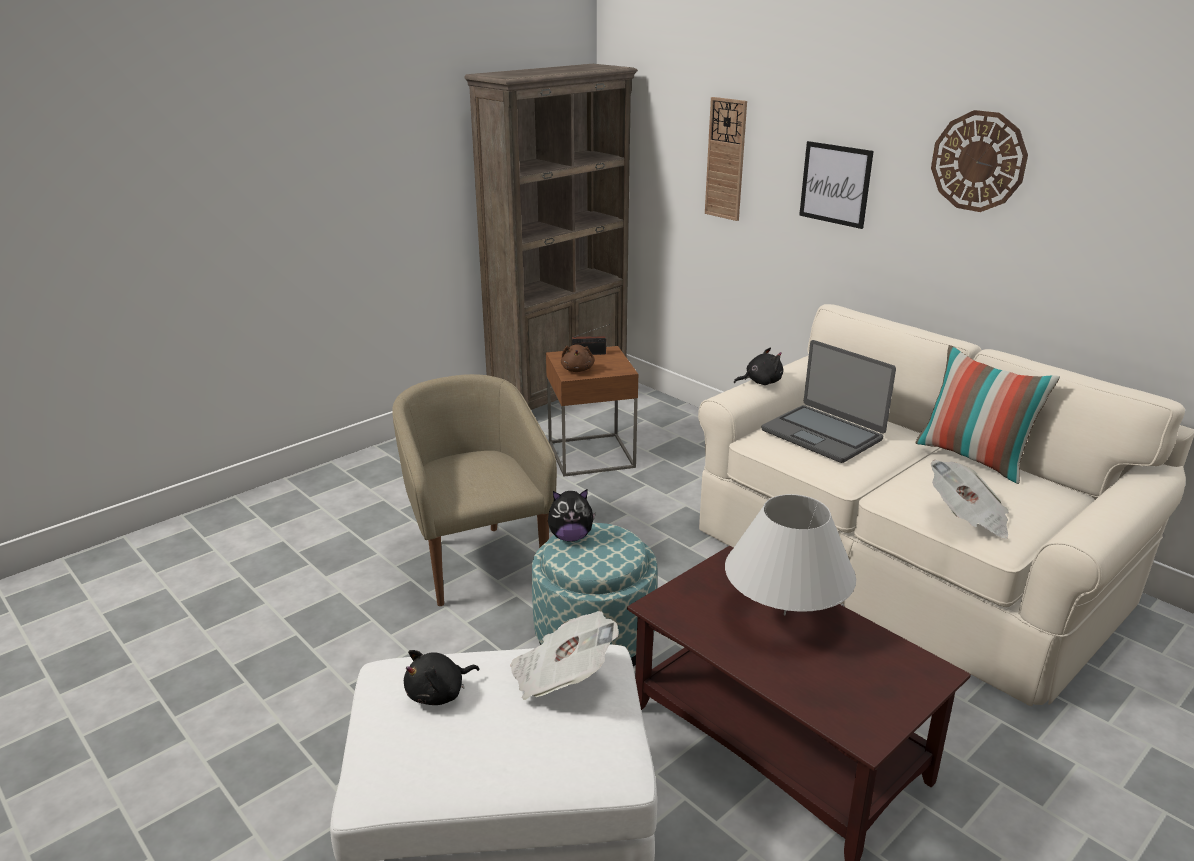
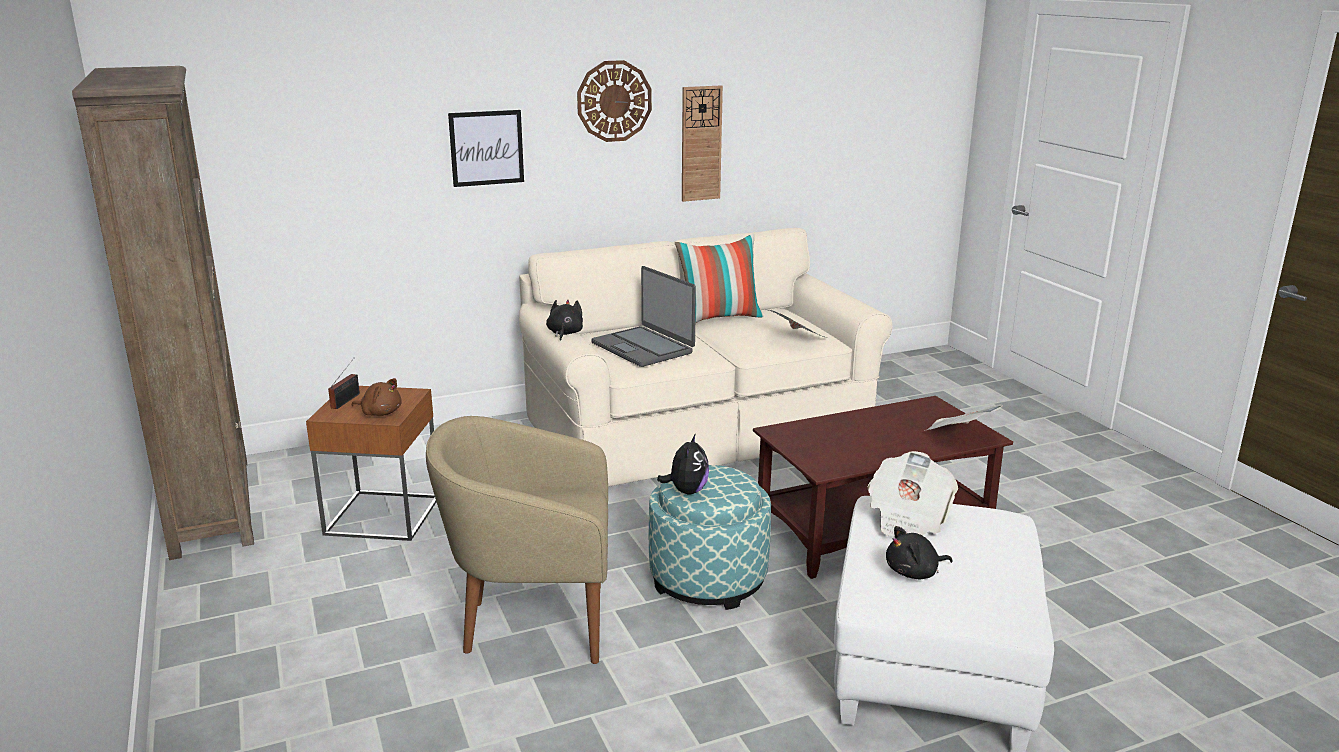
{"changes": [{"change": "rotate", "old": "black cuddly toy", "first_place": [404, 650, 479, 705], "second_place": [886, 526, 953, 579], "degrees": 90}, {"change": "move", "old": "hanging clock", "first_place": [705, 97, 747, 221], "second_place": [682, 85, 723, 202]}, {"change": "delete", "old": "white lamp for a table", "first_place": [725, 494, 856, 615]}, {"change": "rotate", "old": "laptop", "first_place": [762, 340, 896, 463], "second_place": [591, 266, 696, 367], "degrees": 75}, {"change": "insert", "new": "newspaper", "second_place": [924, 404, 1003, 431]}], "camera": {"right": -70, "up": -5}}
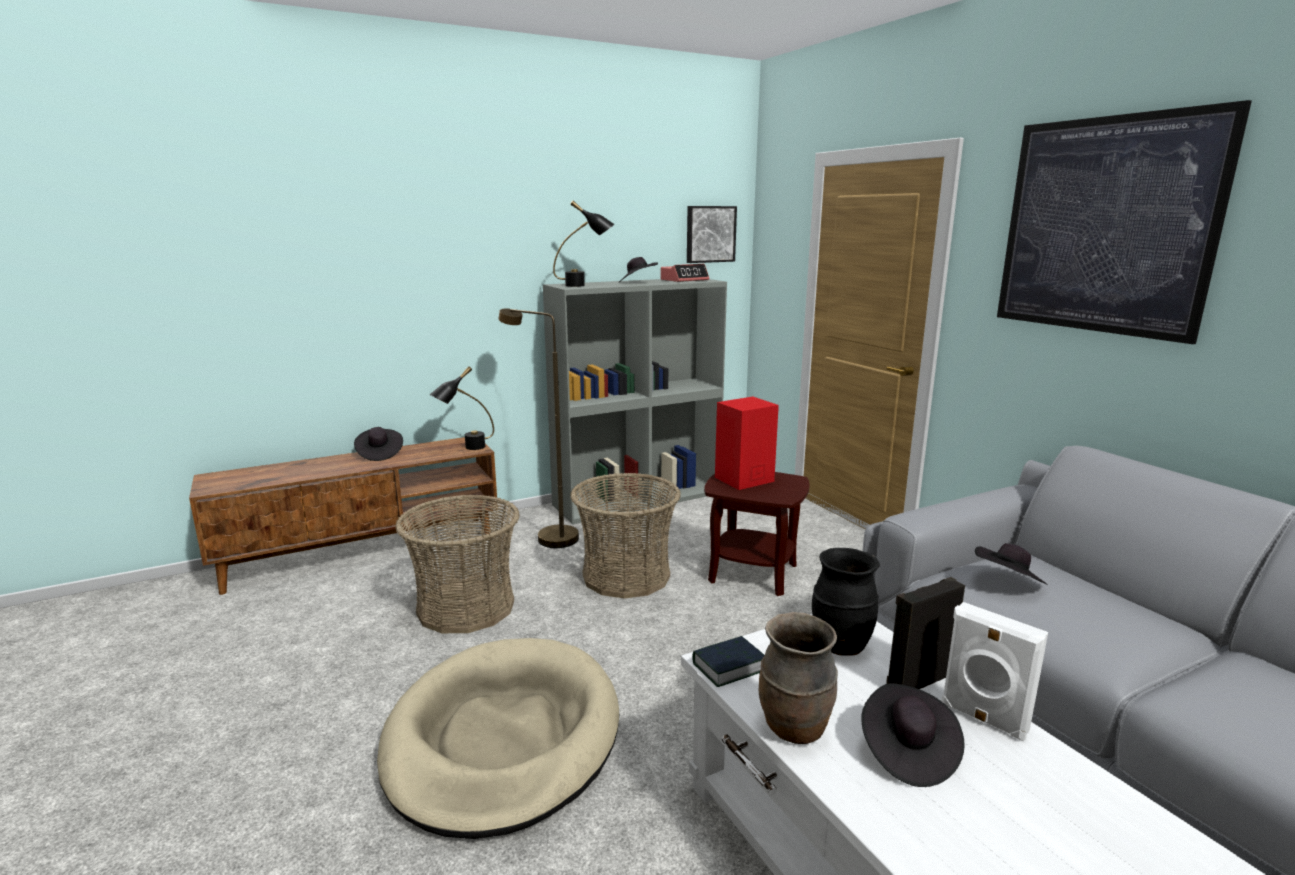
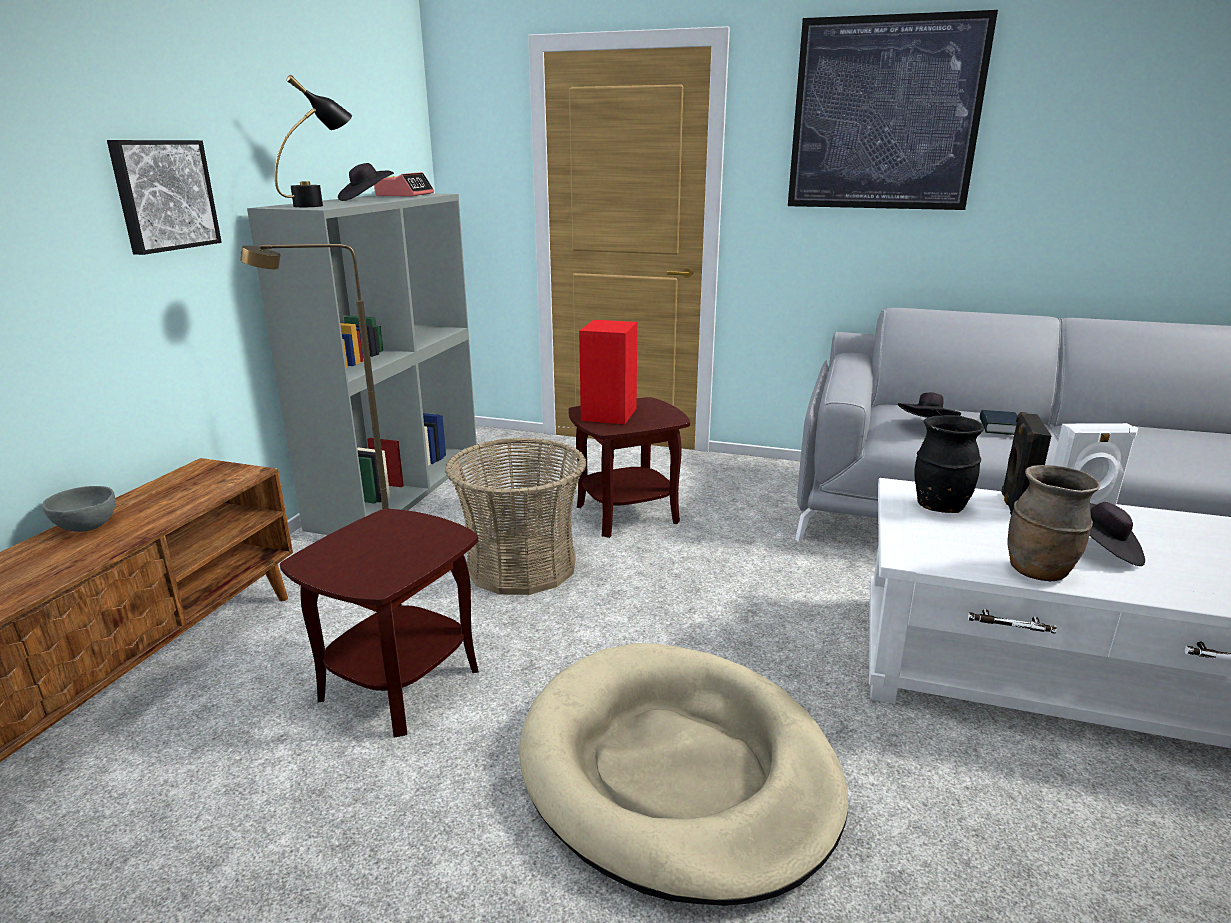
{"changes": [{"change": "replace", "old": "black hat", "new": "greyish serving bowl", "first_place": [354, 427, 403, 461], "second_place": [42, 486, 115, 532]}, {"change": "replace", "old": "storage basket", "new": "brown side table", "first_place": [395, 494, 519, 633], "second_place": [280, 509, 479, 737]}, {"change": "delete", "old": "black lamp for a table", "first_place": [430, 366, 494, 450]}, {"change": "move", "old": "picture", "first_place": [687, 206, 737, 263], "second_place": [107, 140, 222, 255]}, {"change": "move", "old": "book", "first_place": [692, 636, 765, 687], "second_place": [980, 410, 1017, 435]}], "camera": {"right": -45, "up": 5}}
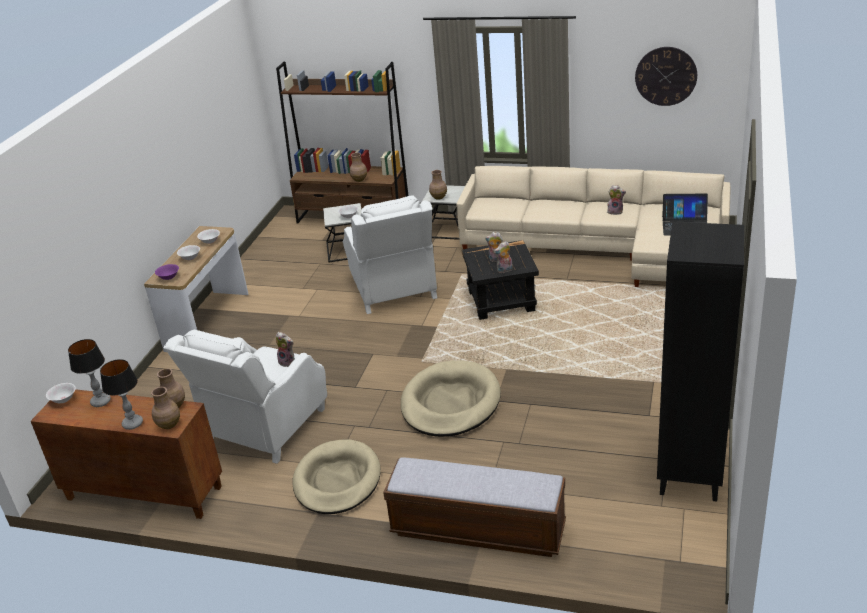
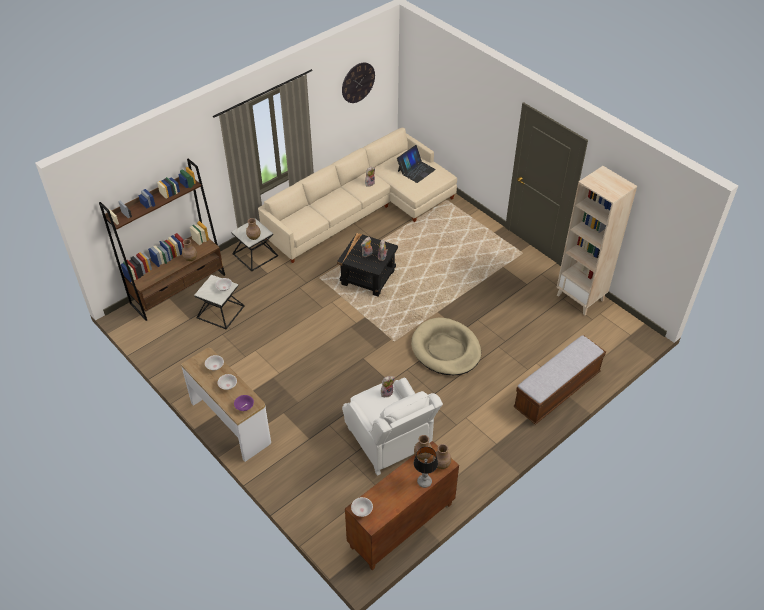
{"changes": [{"change": "delete", "old": "lamp for a table", "first_place": [68, 339, 111, 407]}, {"change": "delete", "old": "beige-coloured dog cushion", "first_place": [292, 440, 381, 514]}, {"change": "delete", "old": "white lounge chair", "first_place": [343, 195, 437, 314]}, {"change": "recolor", "old": "black bookcase", "new": "beige-coloured bookcase", "first_place": [657, 222, 744, 502], "second_place": [556, 166, 637, 315]}], "camera": {"right": -60, "up": 15}}
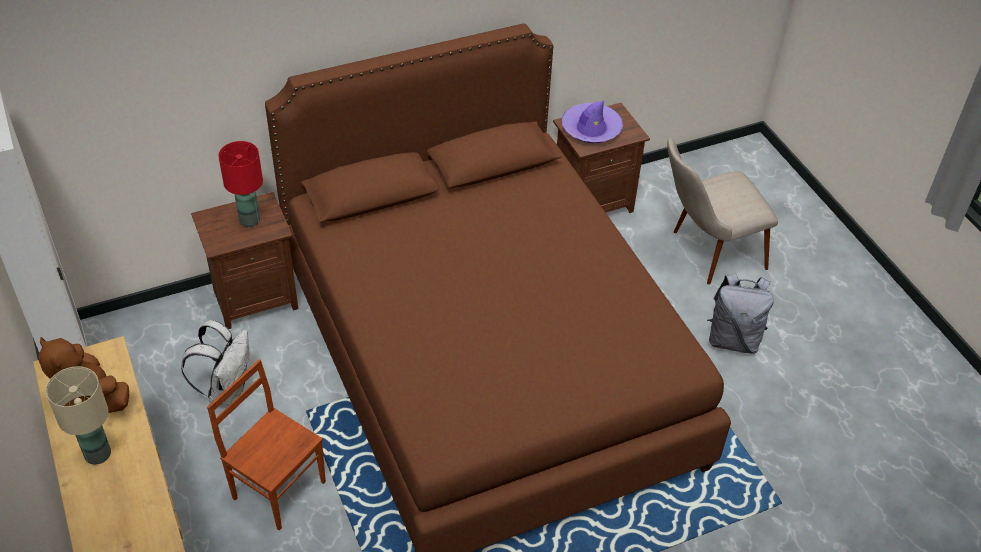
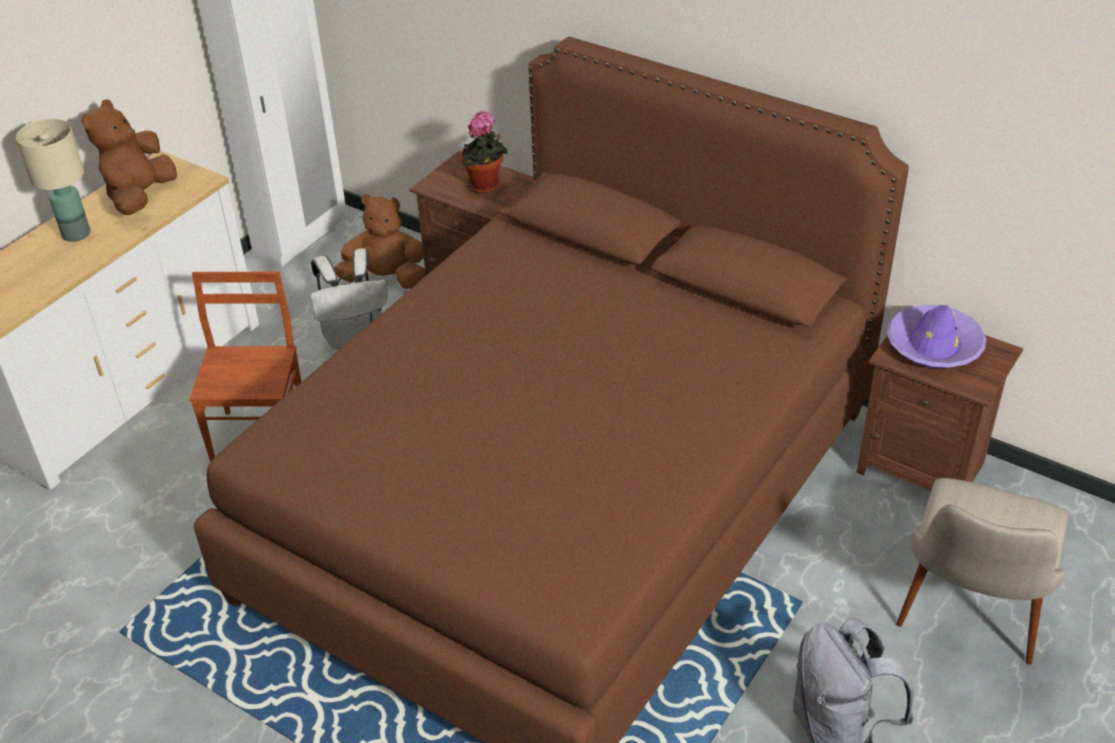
{"changes": [{"change": "replace", "old": "reddish lamp for a table", "new": "plant in a pot", "first_place": [218, 141, 263, 227], "second_place": [461, 110, 507, 193]}, {"change": "rotate", "old": "beige-coloured chair", "first_place": [667, 138, 778, 285], "second_place": [896, 478, 1068, 665], "degrees": -105}, {"change": "insert", "new": "brown cuddly toy", "second_place": [334, 194, 426, 289]}], "camera": {"right": 60, "up": -5}}
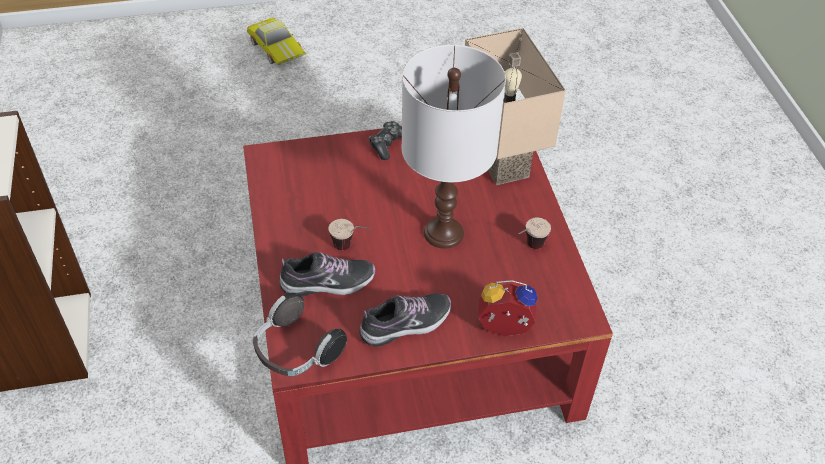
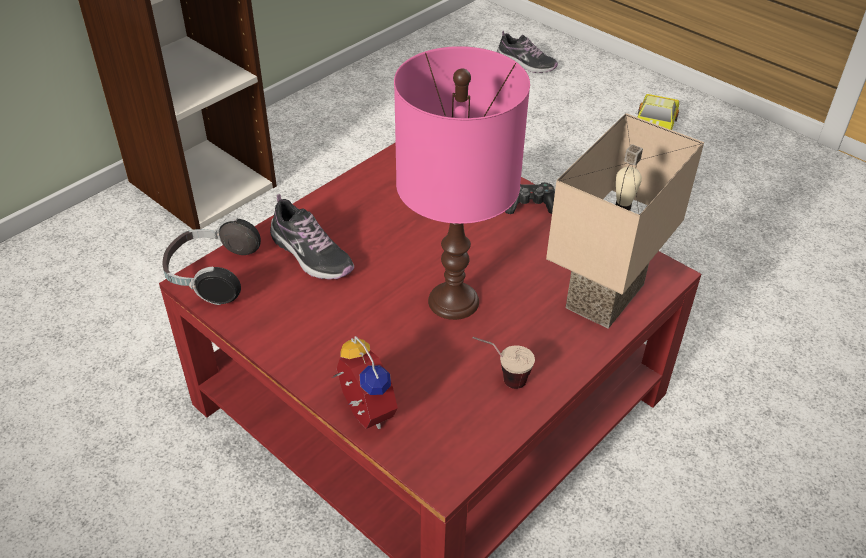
{"changes": [{"change": "delete", "old": "small cup", "first_place": [328, 219, 371, 250]}, {"change": "move", "old": "shoe", "first_place": [359, 293, 451, 346], "second_place": [497, 31, 558, 73]}, {"change": "recolor", "old": "white lamp for a table", "new": "pink lamp for a table", "first_place": [402, 45, 506, 248], "second_place": [394, 46, 530, 320]}], "camera": {"right": 55, "up": -5}}
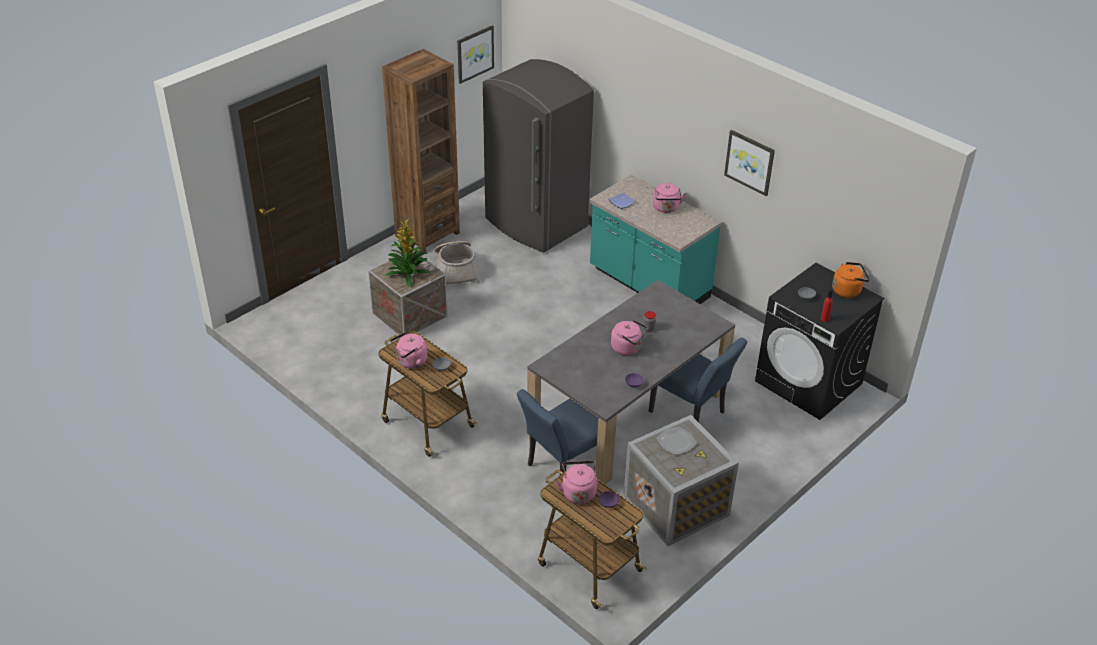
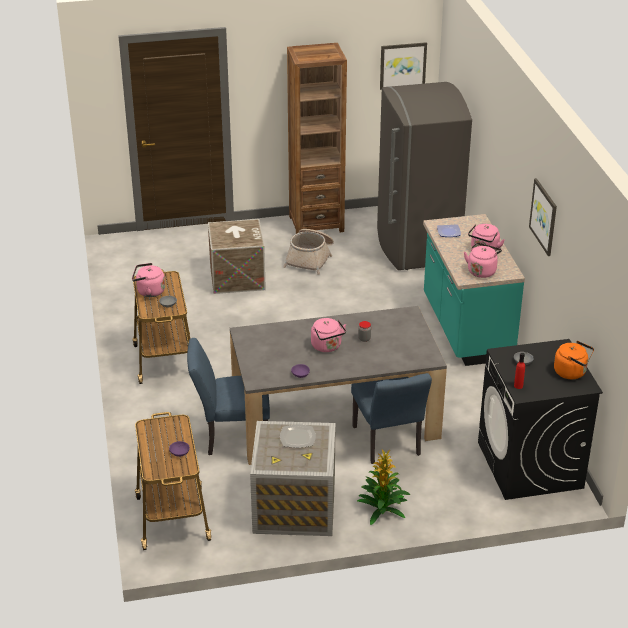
{"changes": [{"change": "move", "old": "plant in a pot", "first_place": [385, 220, 430, 287], "second_place": [357, 450, 410, 525]}, {"change": "move", "old": "pink kettle", "first_place": [555, 461, 597, 504], "second_place": [464, 243, 502, 278]}], "camera": {"right": 35, "up": -5}}
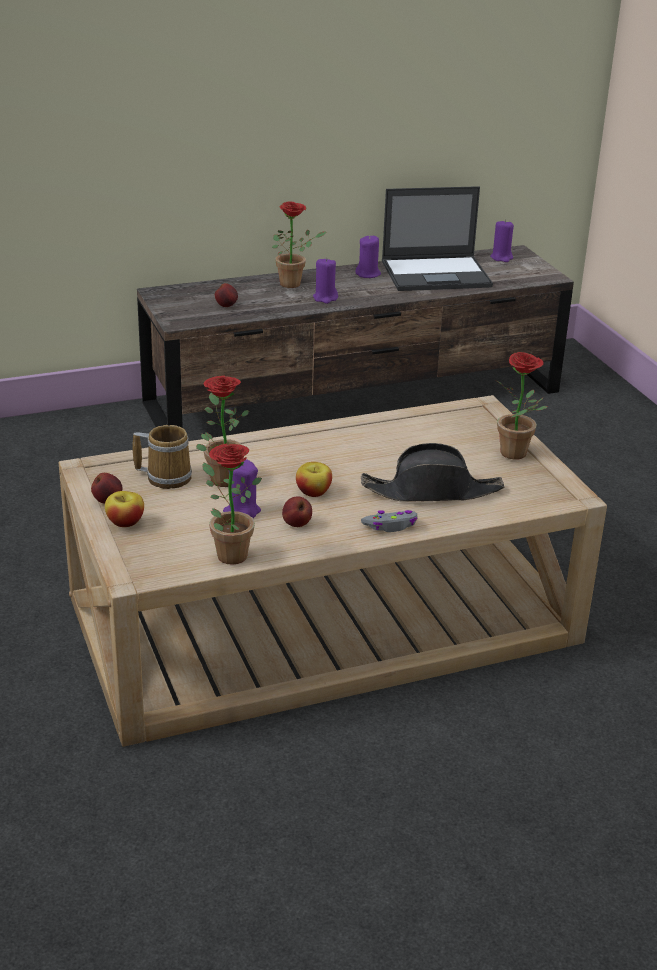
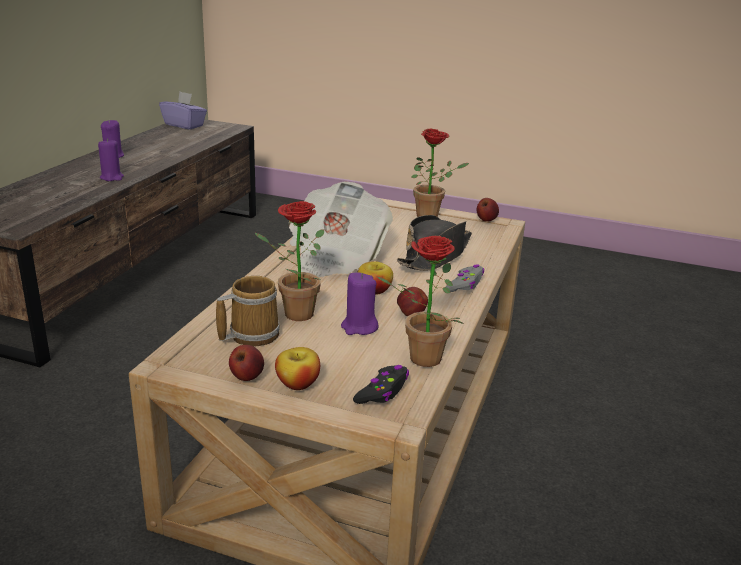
{"changes": [{"change": "move", "old": "apple fruit", "first_place": [215, 283, 238, 307], "second_place": [477, 198, 499, 222]}, {"change": "delete", "old": "plant in a pot", "first_place": [272, 202, 326, 288]}, {"change": "delete", "old": "laptop", "first_place": [382, 186, 493, 291]}, {"change": "replace", "old": "purplish candle", "new": "purplish tissue holder", "first_place": [490, 220, 514, 262], "second_place": [159, 91, 207, 129]}, {"change": "insert", "new": "newspaper", "second_place": [288, 182, 393, 277]}, {"change": "insert", "new": "black joypad", "second_place": [353, 365, 409, 404]}], "camera": {"right": -50, "up": -5}}
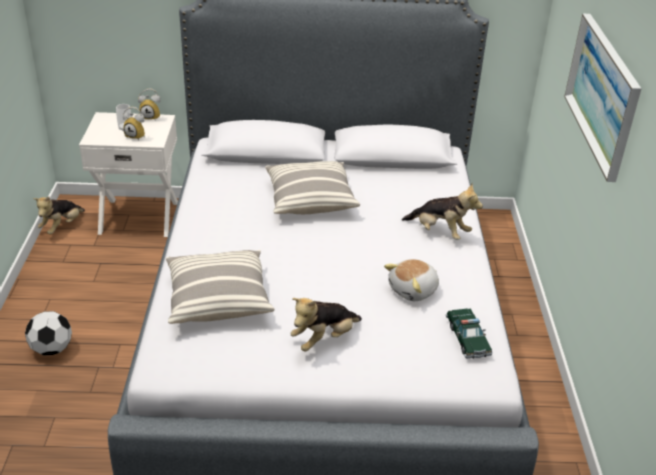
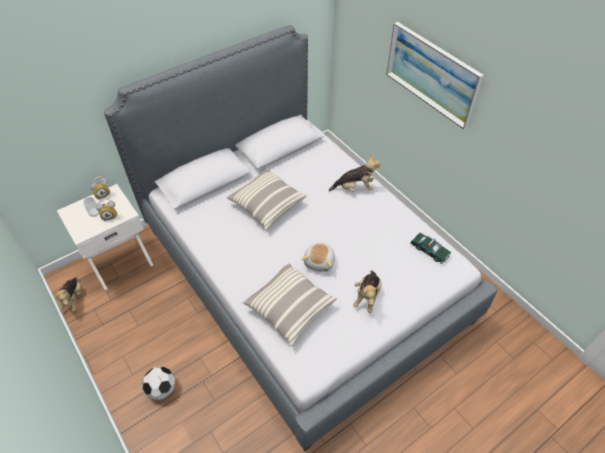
{"changes": [{"change": "move", "old": "cuddly toy", "first_place": [384, 259, 439, 301], "second_place": [302, 242, 335, 272]}], "camera": {"right": -35, "up": 15}}
